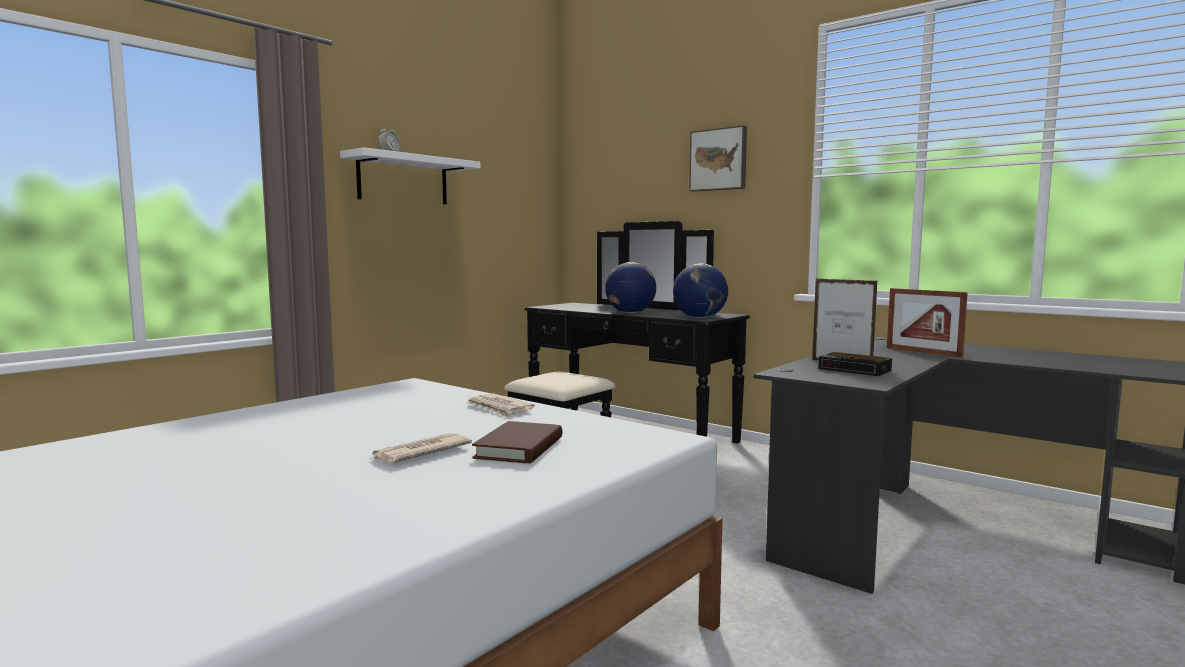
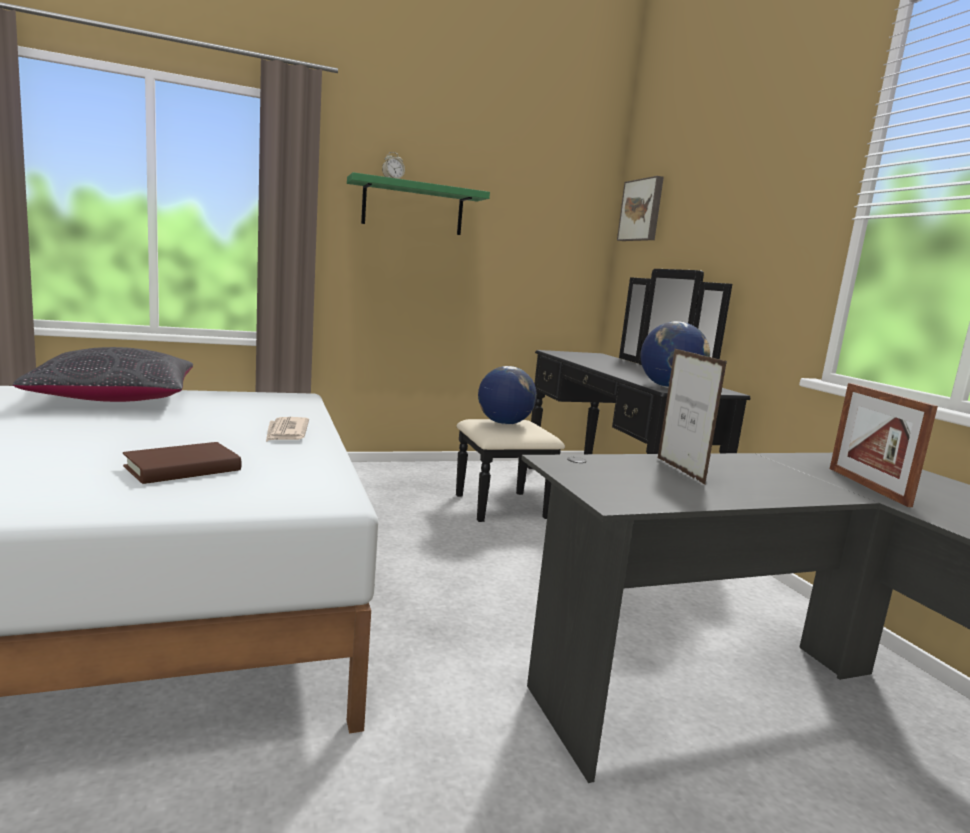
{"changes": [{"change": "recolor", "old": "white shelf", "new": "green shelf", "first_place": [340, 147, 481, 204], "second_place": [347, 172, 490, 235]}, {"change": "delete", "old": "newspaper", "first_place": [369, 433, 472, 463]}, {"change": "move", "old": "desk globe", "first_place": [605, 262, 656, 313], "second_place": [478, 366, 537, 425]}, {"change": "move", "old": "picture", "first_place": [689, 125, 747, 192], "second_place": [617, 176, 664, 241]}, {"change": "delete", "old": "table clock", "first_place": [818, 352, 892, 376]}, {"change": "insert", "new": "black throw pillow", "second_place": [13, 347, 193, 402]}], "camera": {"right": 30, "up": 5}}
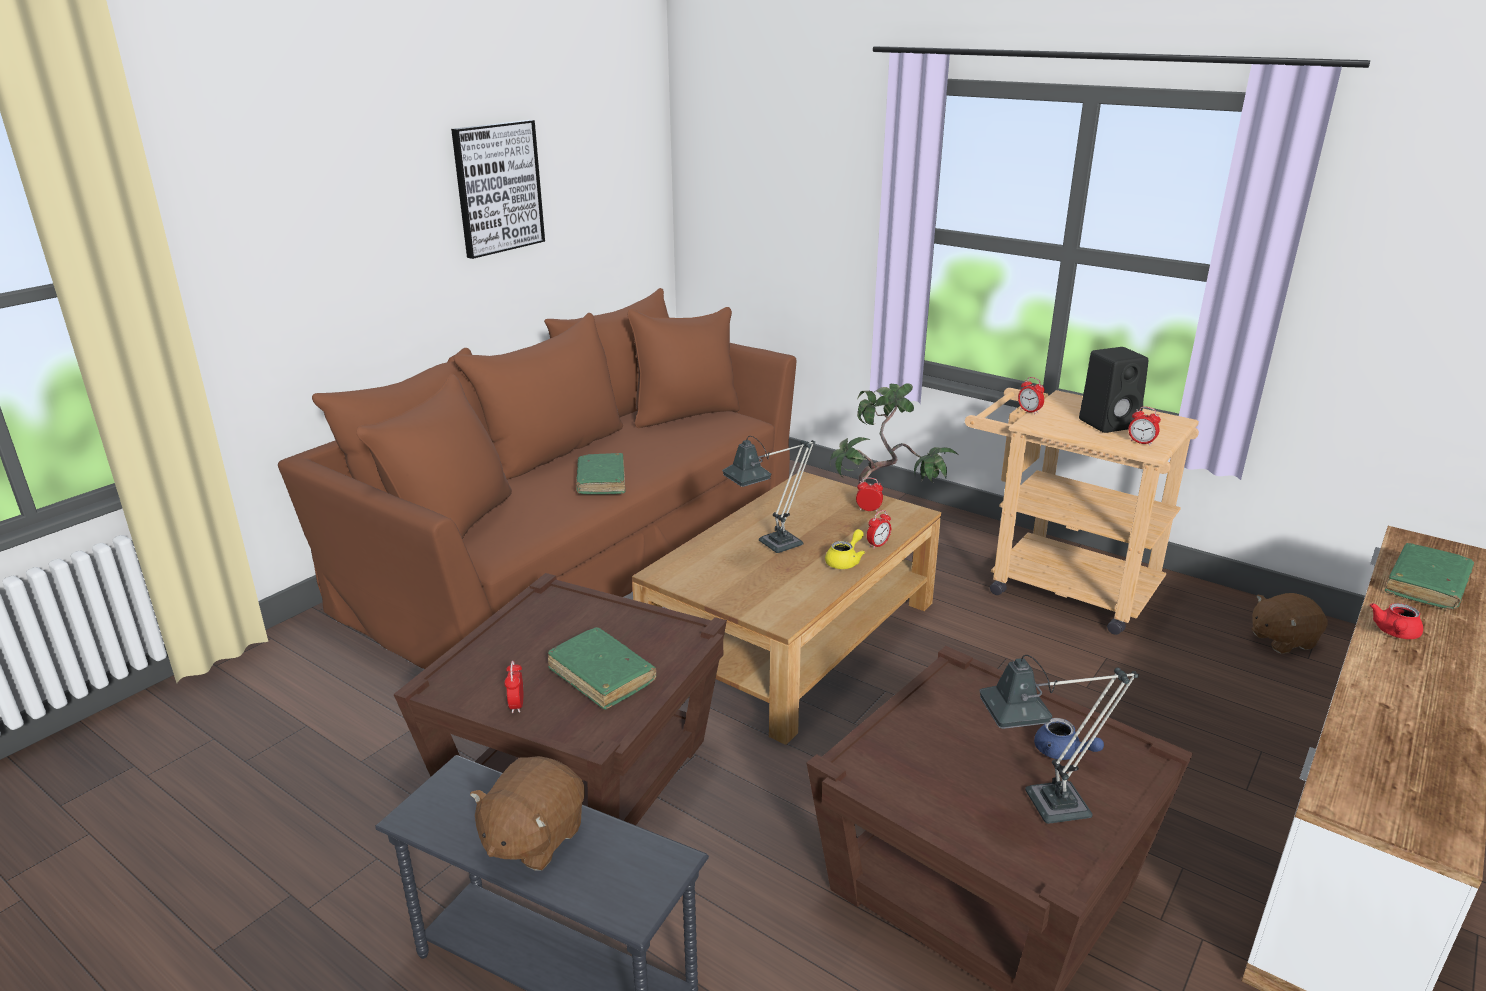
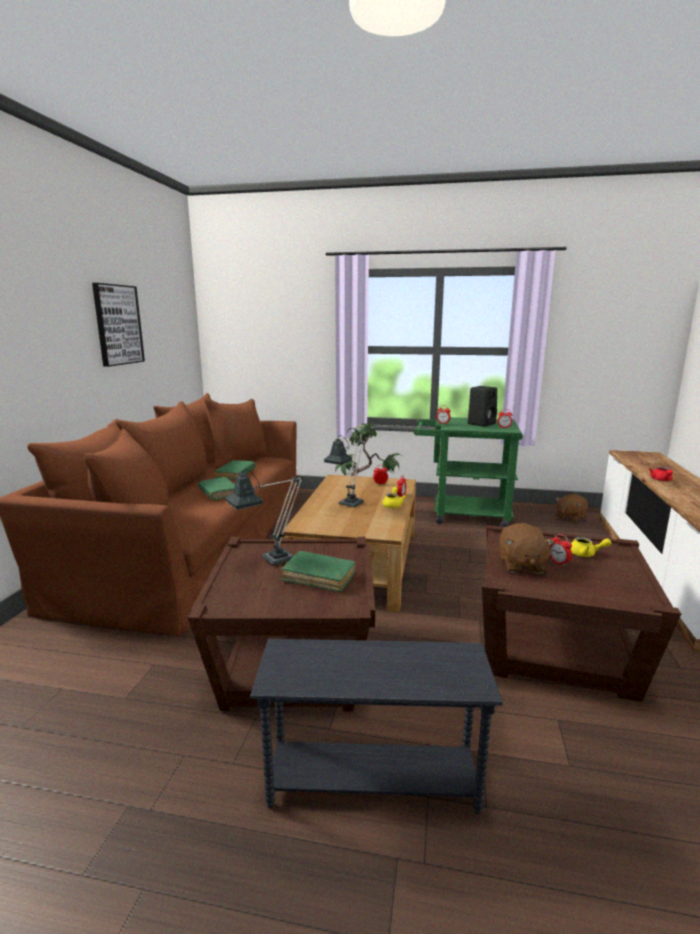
{"changes": [{"change": "move", "old": "brown cuddly toy", "first_place": [470, 756, 585, 871], "second_place": [499, 523, 554, 574]}, {"change": "move", "old": "table clock", "first_place": [504, 661, 523, 713], "second_place": [550, 534, 572, 566]}, {"change": "recolor", "old": "beige-coloured cart", "new": "green cart", "first_place": [965, 388, 1199, 635], "second_place": [413, 417, 523, 527]}, {"change": "move", "old": "lamp for a table", "first_place": [979, 655, 1139, 824], "second_place": [226, 469, 303, 565]}, {"change": "recolor", "old": "bluish tea pot", "new": "yellowish tea pot", "first_place": [1034, 718, 1104, 760], "second_place": [571, 537, 611, 557]}, {"change": "move", "old": "green book", "first_place": [1385, 543, 1474, 610], "second_place": [214, 460, 255, 479]}], "camera": {"right": -25, "up": -10}}
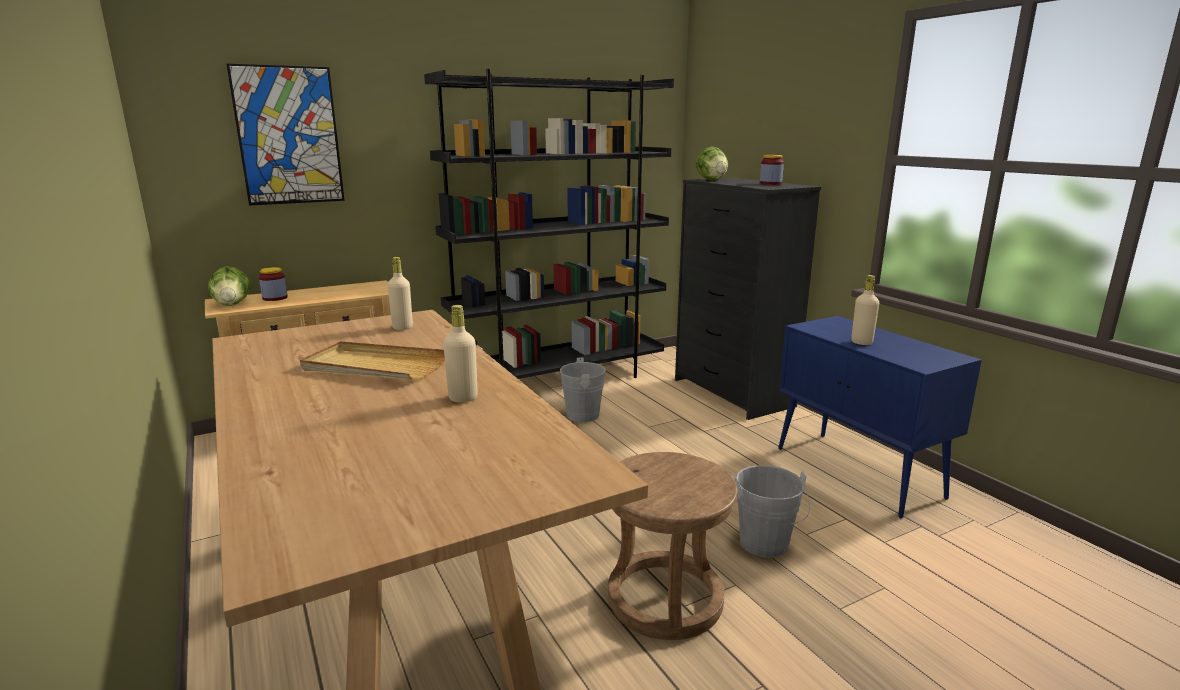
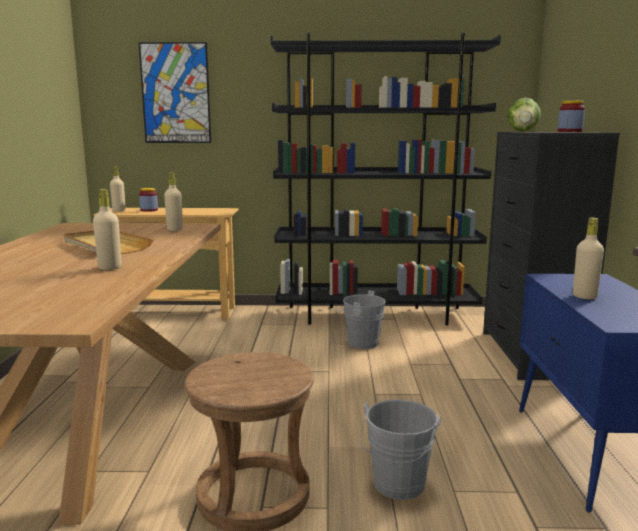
{"changes": [{"change": "replace", "old": "lettuce", "new": "beige-coloured bottle", "first_place": [208, 266, 250, 306], "second_place": [110, 166, 125, 212]}], "camera": {"right": 30, "up": -5}}
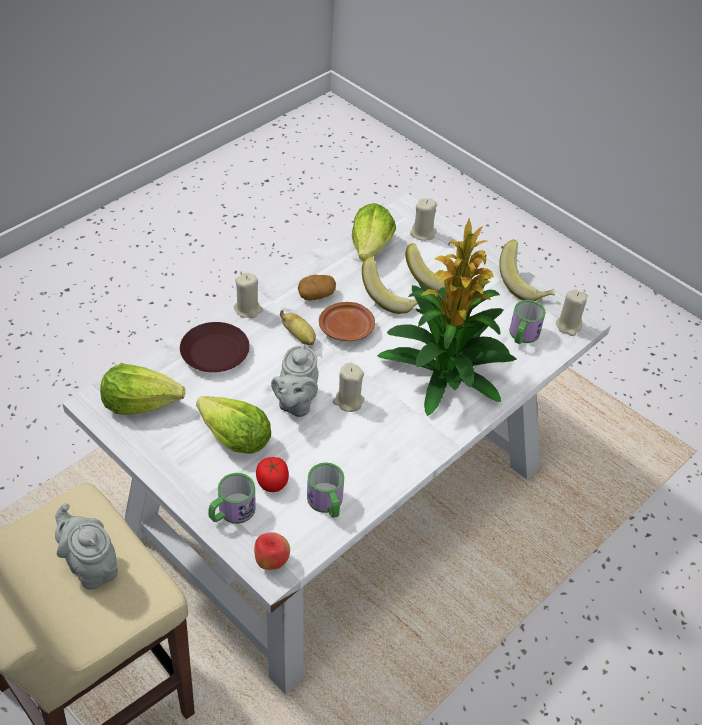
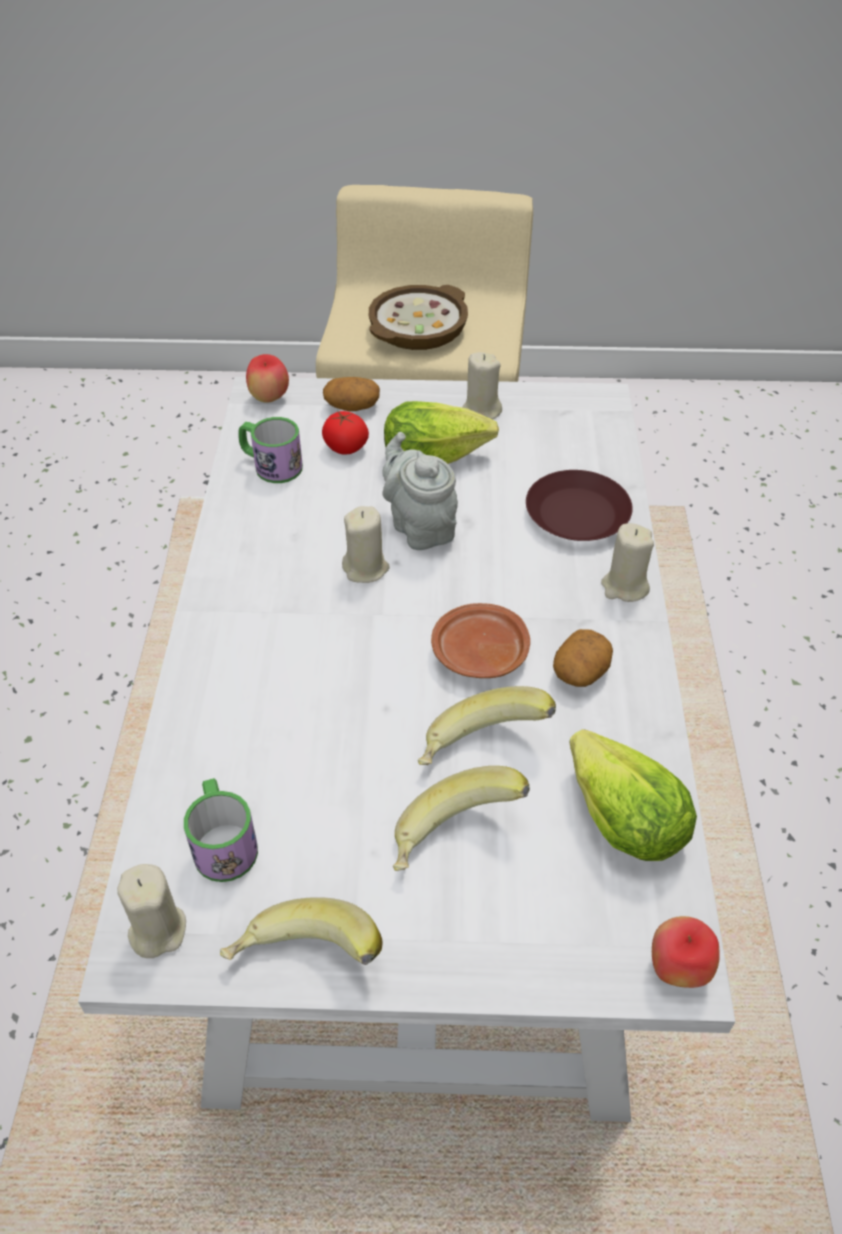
{"changes": [{"change": "replace", "old": "greyish tea pot", "new": "serving bowl", "first_place": [55, 503, 118, 590], "second_place": [369, 285, 468, 350]}, {"change": "delete", "old": "lettuce", "first_place": [100, 364, 185, 415]}, {"change": "replace", "old": "coffee mug", "new": "potato", "first_place": [208, 473, 256, 524], "second_place": [323, 377, 380, 411]}, {"change": "delete", "old": "banana fruit", "first_place": [280, 310, 316, 345]}, {"change": "delete", "old": "plant in a pot", "first_place": [377, 218, 517, 416]}, {"change": "move", "old": "beige-coloured candle", "first_place": [410, 198, 437, 241], "second_place": [462, 352, 502, 419]}, {"change": "insert", "new": "apple fruit", "second_place": [652, 916, 720, 988]}], "camera": {"right": 140, "up": 0}}
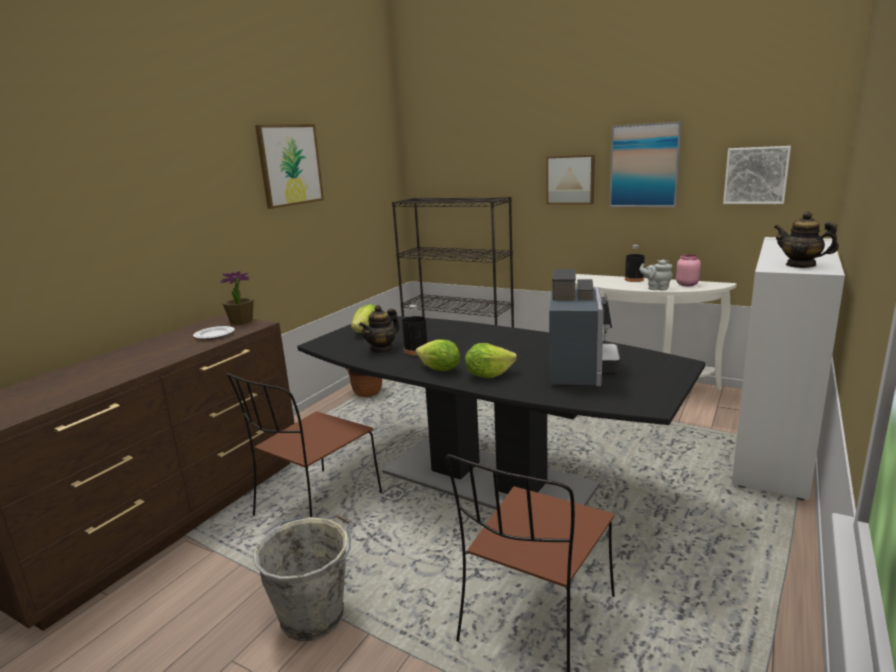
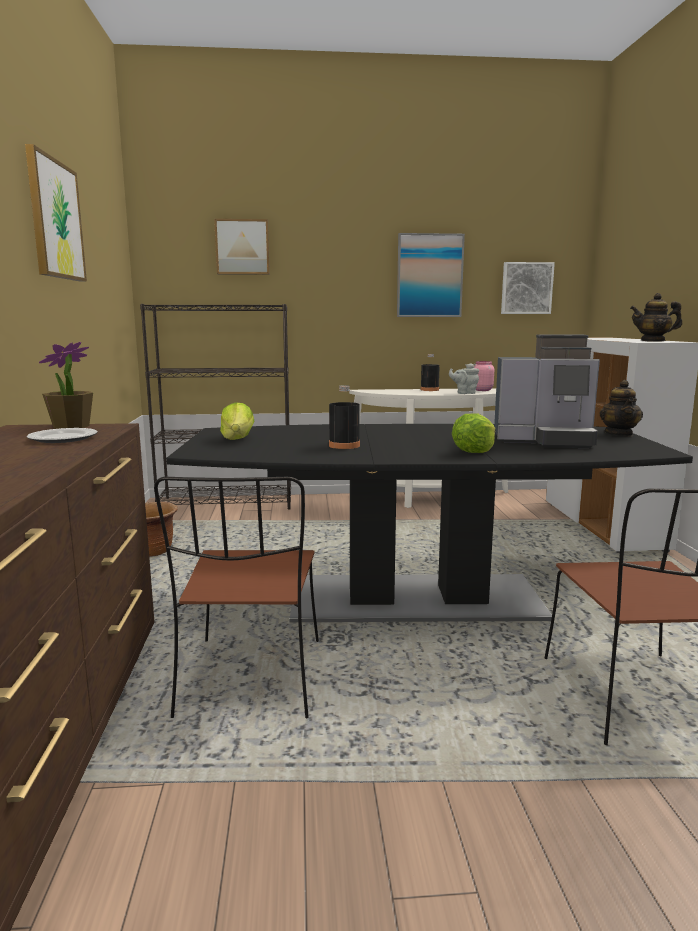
{"changes": [{"change": "delete", "old": "greyish water bucket", "first_place": [253, 514, 352, 641]}, {"change": "move", "old": "tea pot", "first_place": [359, 305, 399, 353], "second_place": [600, 380, 643, 437]}, {"change": "delete", "old": "lettuce", "first_place": [416, 339, 460, 371]}, {"change": "move", "old": "picture", "first_place": [546, 154, 595, 205], "second_place": [214, 219, 270, 275]}, {"change": "rotate", "old": "coffee machine", "first_place": [549, 269, 620, 387], "second_place": [494, 334, 600, 448], "degrees": 120}], "camera": {"right": -35, "up": -5}}
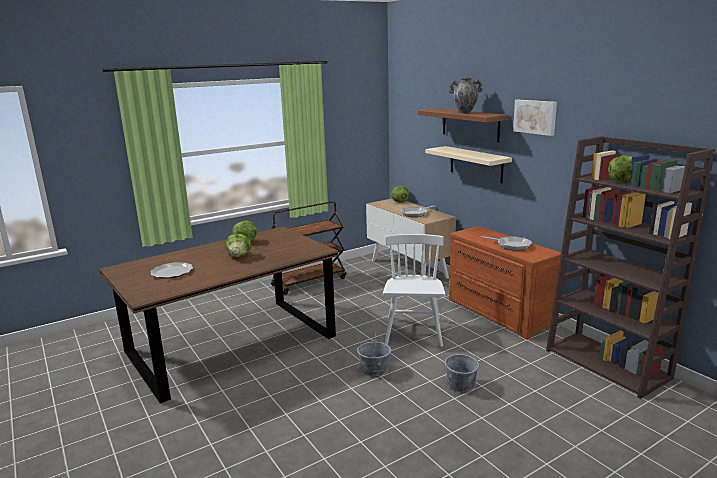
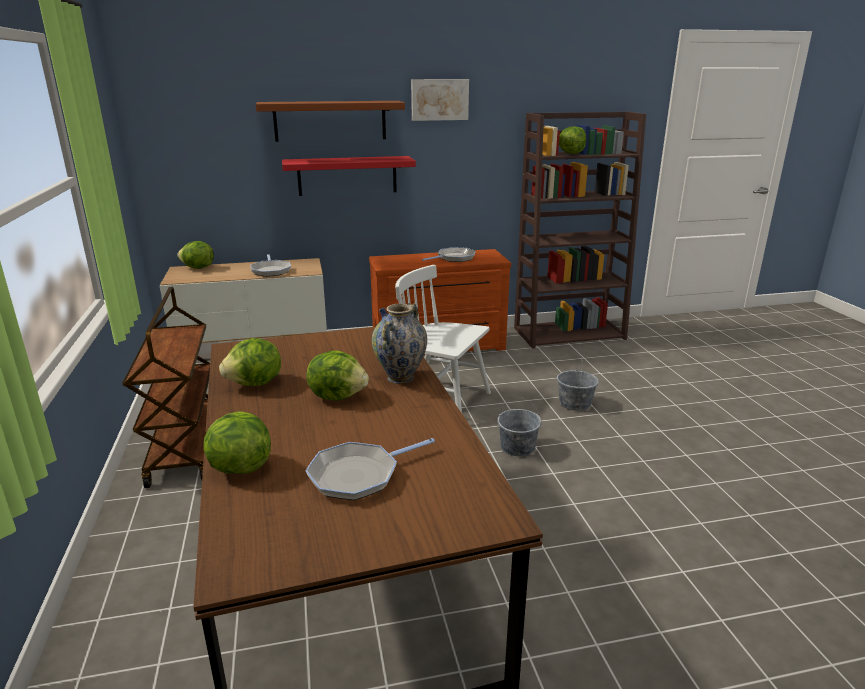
{"changes": [{"change": "replace", "old": "dinner plate", "new": "frying pan", "first_place": [150, 262, 193, 279], "second_place": [306, 438, 435, 500]}, {"change": "recolor", "old": "beige-coloured shelf", "new": "reddish shelf", "first_place": [425, 146, 512, 183], "second_place": [282, 156, 416, 196]}, {"change": "move", "old": "flower vase", "first_place": [449, 77, 483, 114], "second_place": [372, 303, 427, 384]}, {"change": "insert", "new": "lettuce", "second_place": [203, 411, 271, 474]}], "camera": {"right": -70, "up": 5}}
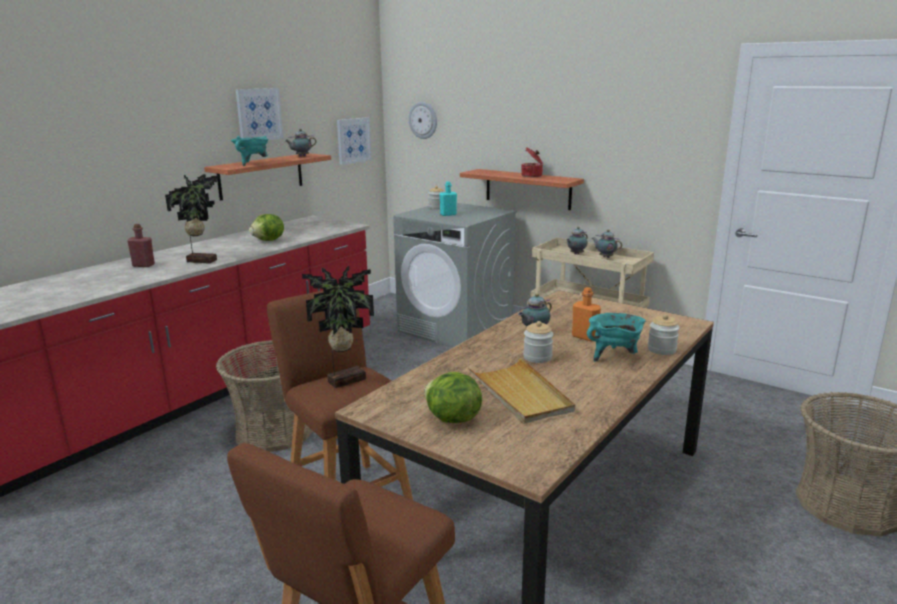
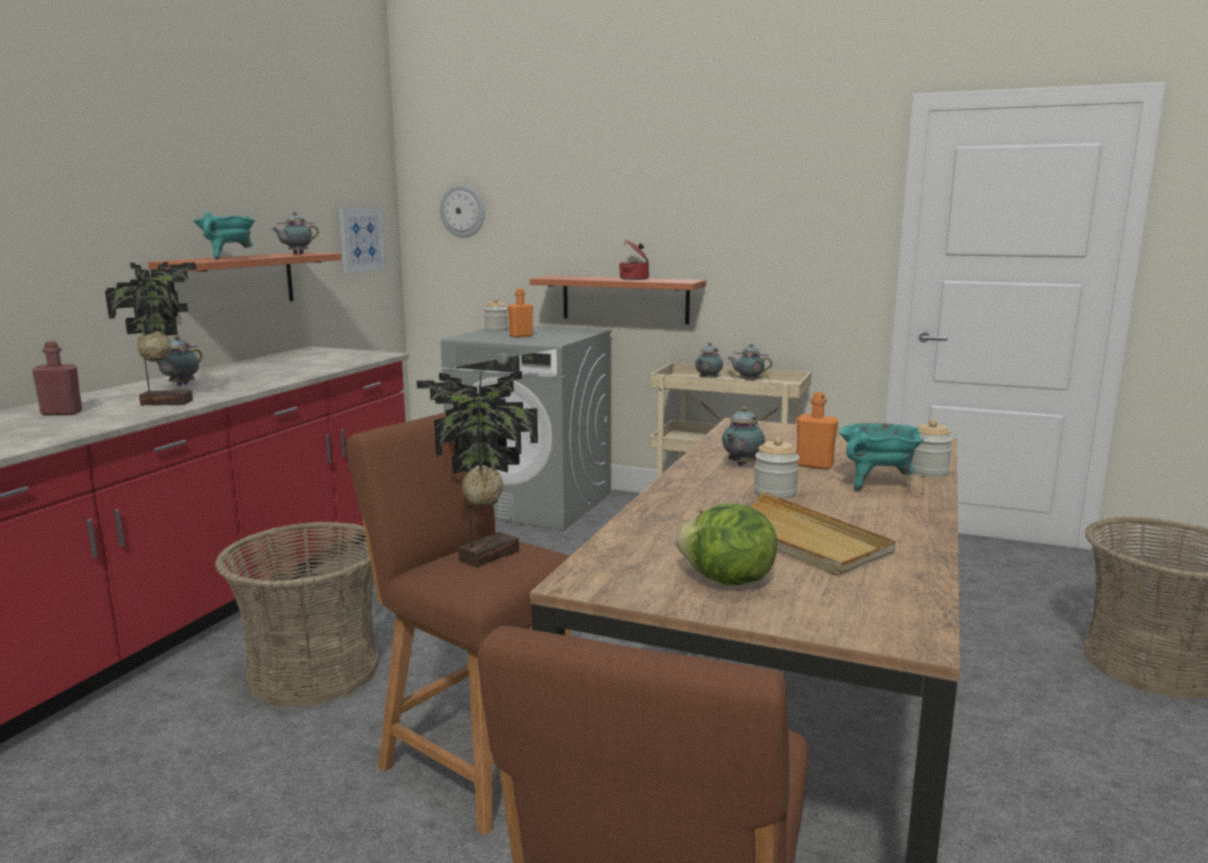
{"changes": [{"change": "delete", "old": "picture", "first_place": [236, 88, 283, 140]}, {"change": "delete", "old": "lettuce", "first_place": [249, 214, 284, 241]}, {"change": "recolor", "old": "blue-green bottle", "new": "orange-coloured bottle", "first_place": [439, 181, 457, 216], "second_place": [508, 288, 533, 338]}, {"change": "insert", "new": "tea pot", "second_place": [157, 336, 203, 386]}], "camera": {"right": -15, "up": -5}}
